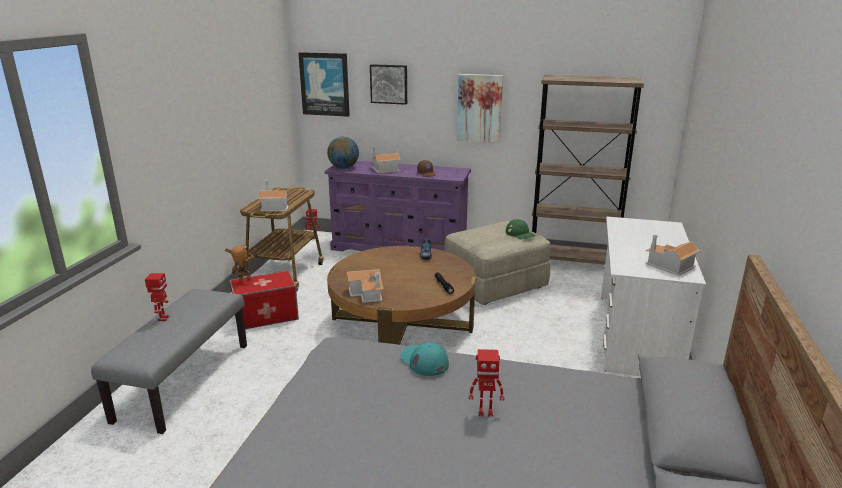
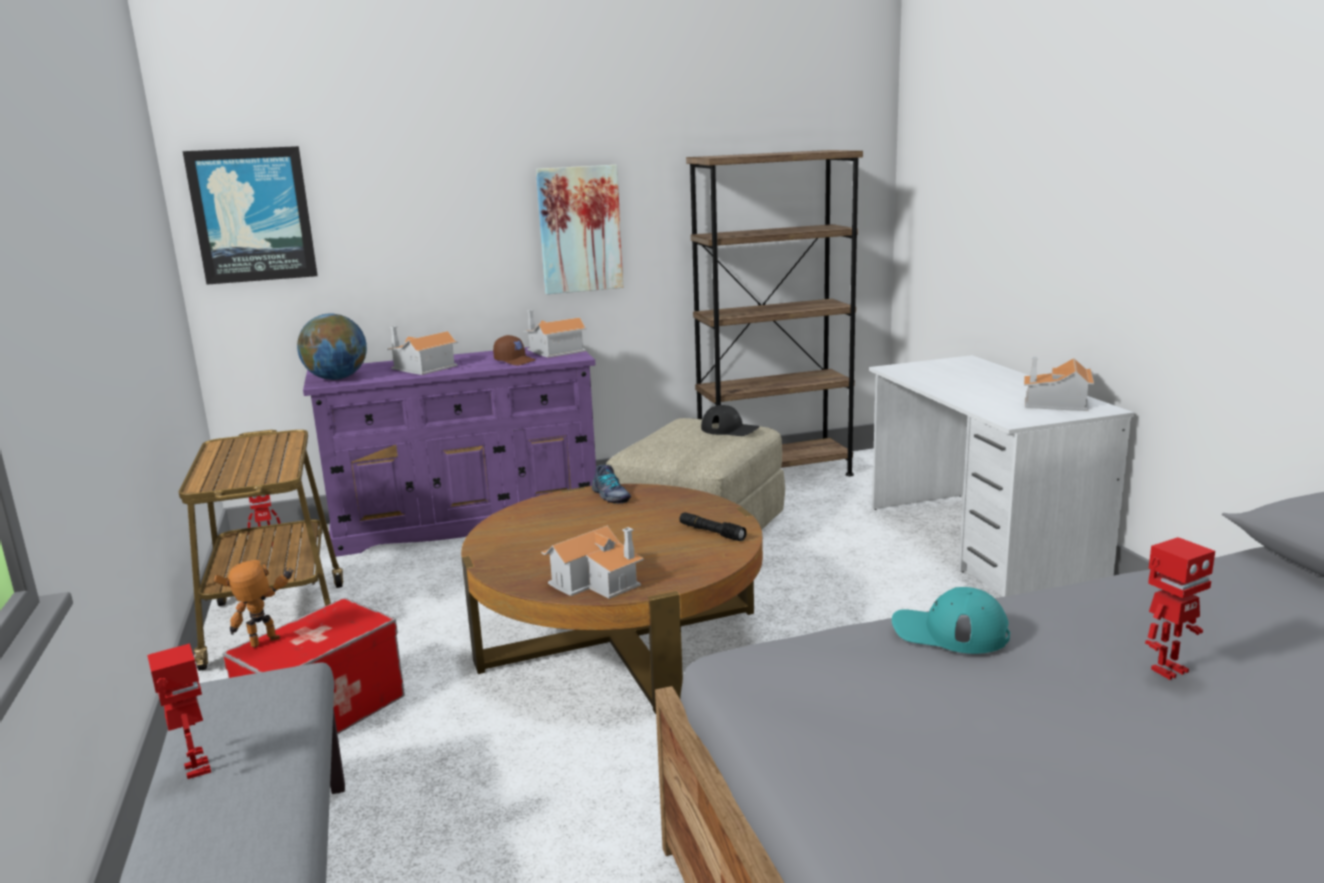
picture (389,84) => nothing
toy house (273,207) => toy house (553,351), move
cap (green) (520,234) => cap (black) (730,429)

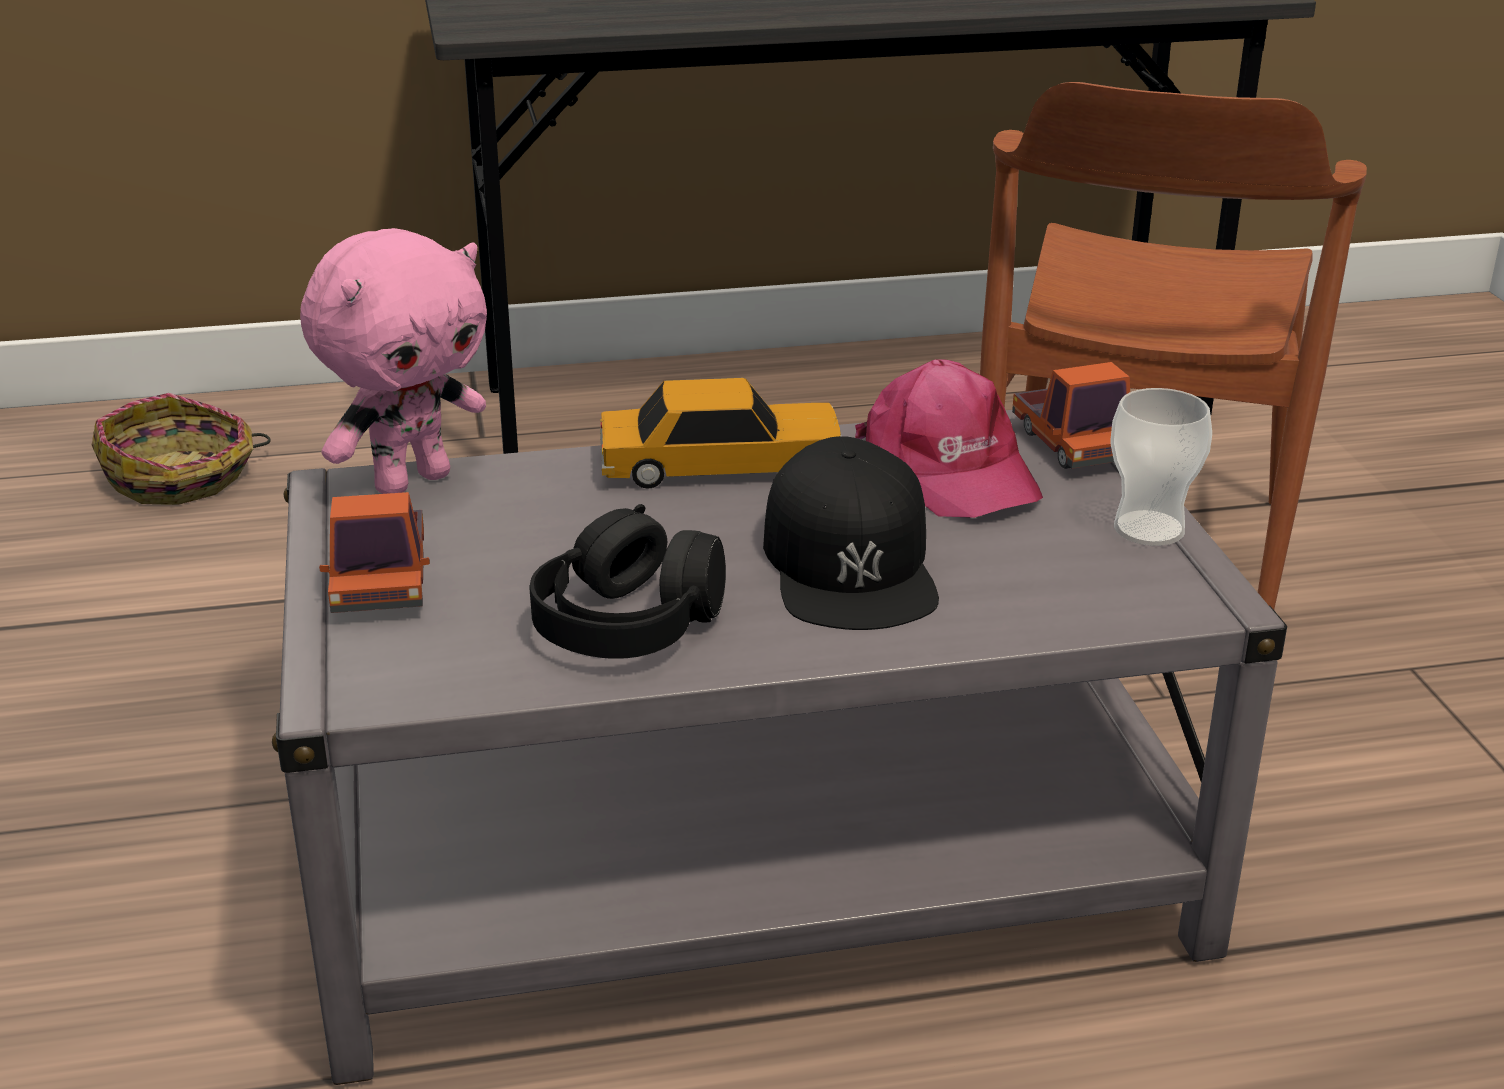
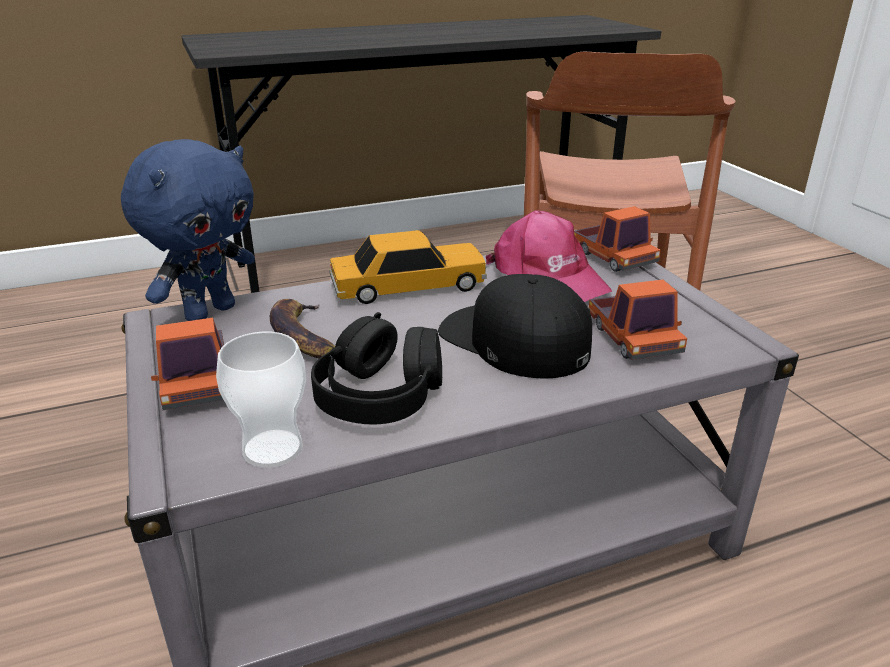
basket (181,477) => nothing
nothing => banana (304,337)
nothing => toy truck (633,338)
cup (1149,529) => cup (272,449), move
plush toy (pink) (411,481) => plush toy (blue) (209,312)
cap (black) (851,563) => cap (black) (513,340), 150 degrees clockwise

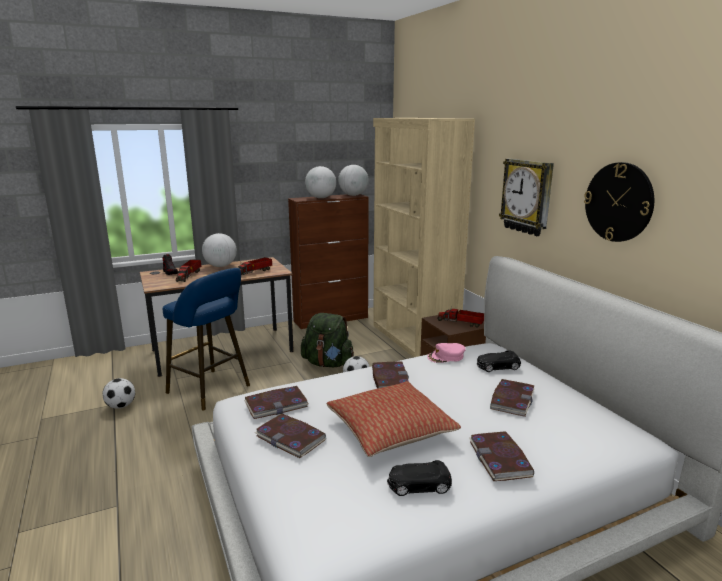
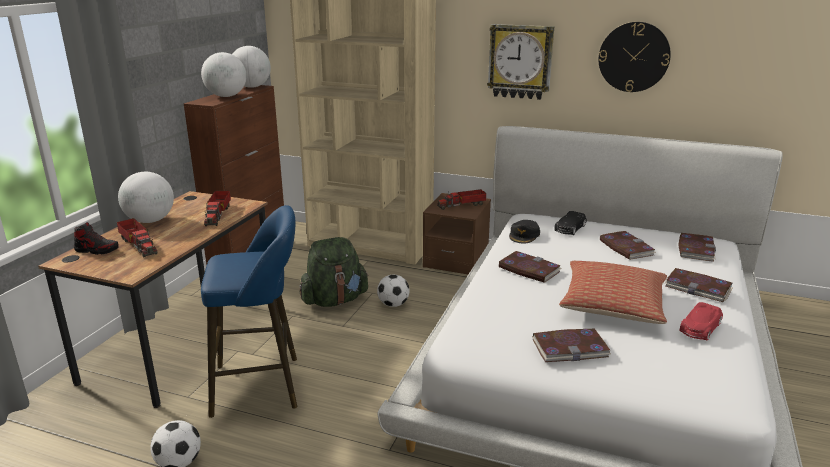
book (276,404) => book (695,249), move
toy car (black) (418,485) => toy car (red) (700,328)
cap (pink) (446,357) => cap (black) (524,235)

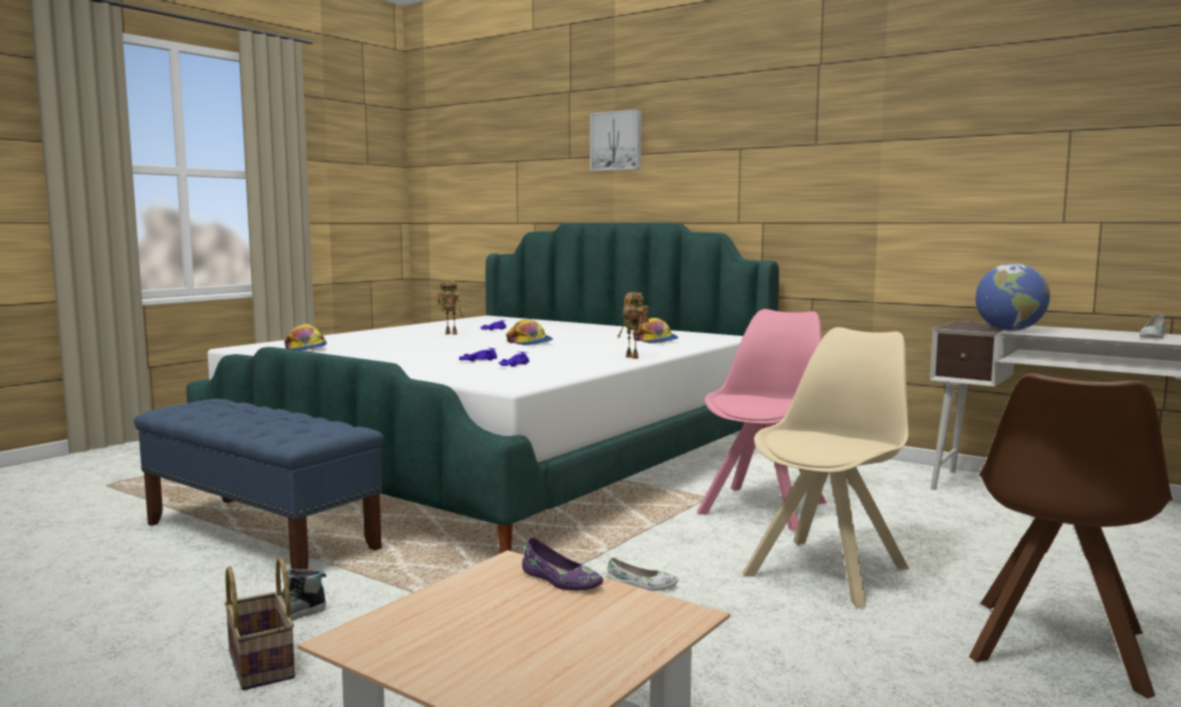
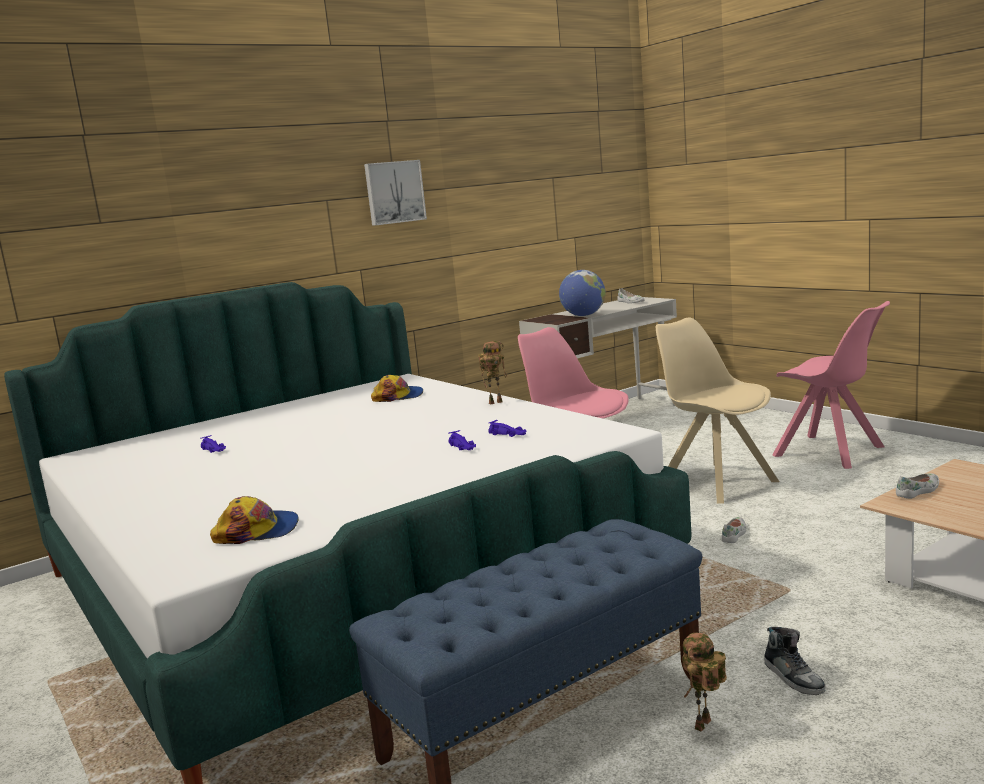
basket (263,665) => nothing
cap (530,342) => nothing
toy robot (449,334) => toy robot (704,726), move
picture (617,141) => picture (394,192), move
shoe (purple) (560,581) => shoe (white) (918,491)
chair (brown) (1057,648) => chair (pink) (831,452)

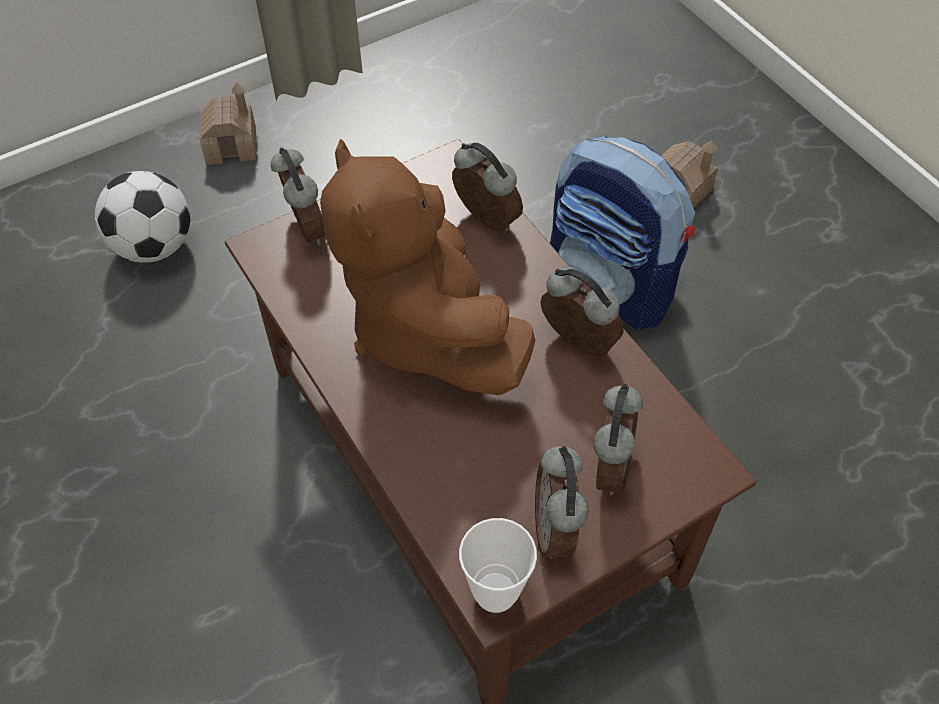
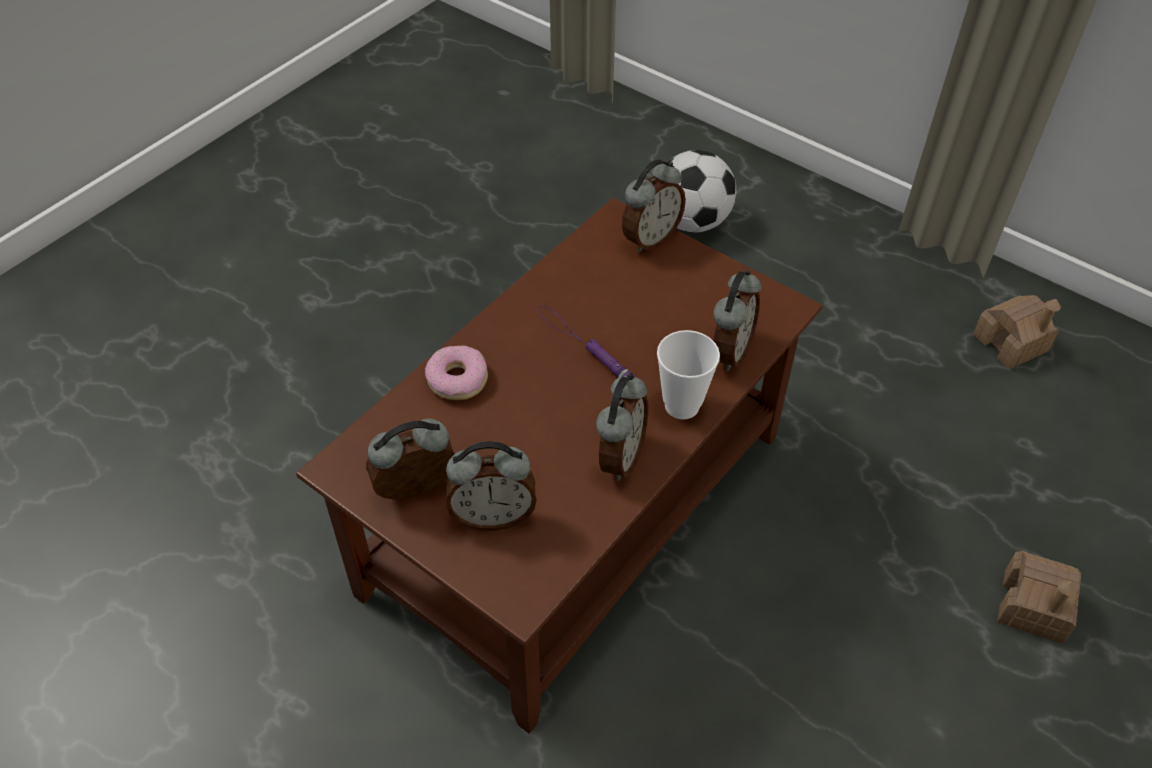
backpack (611,286) => nothing
nothing => donut (458,379)
toy house (231,145) => toy house (1010,343), move
cup (495,592) => cup (682,405), move
plush toy (brown) (426,328) => flashlight (purple) (585,347)

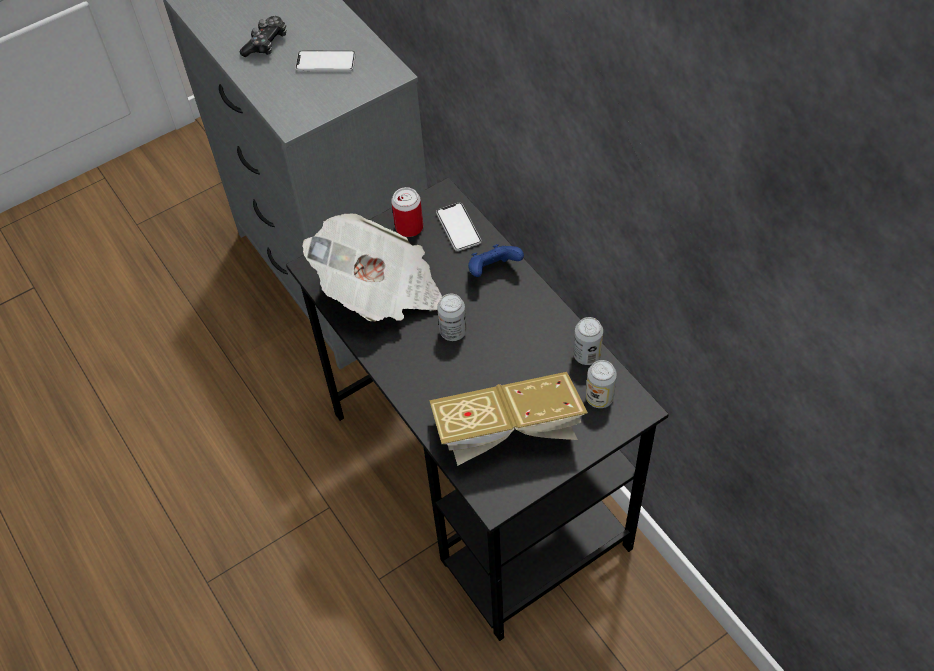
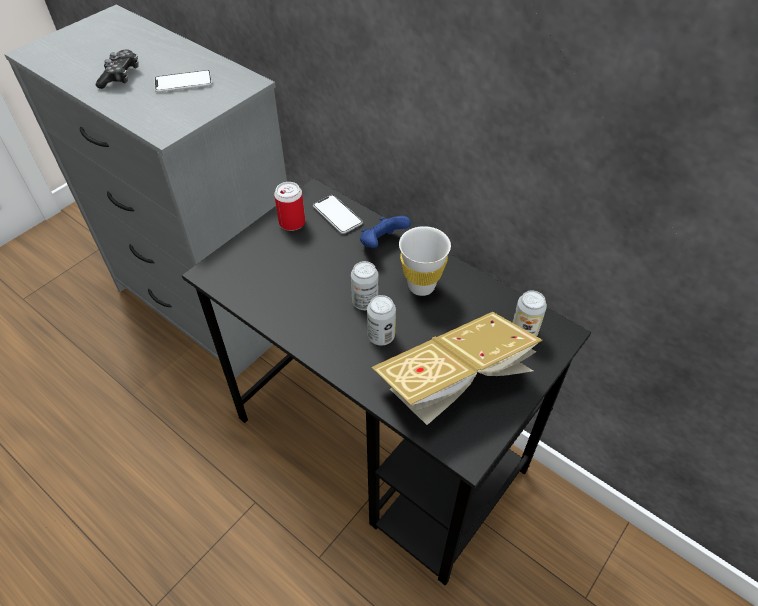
newspaper (380,291) => nothing
nothing => cup (white) (421,286)
can (587,355) => can (381,336), move

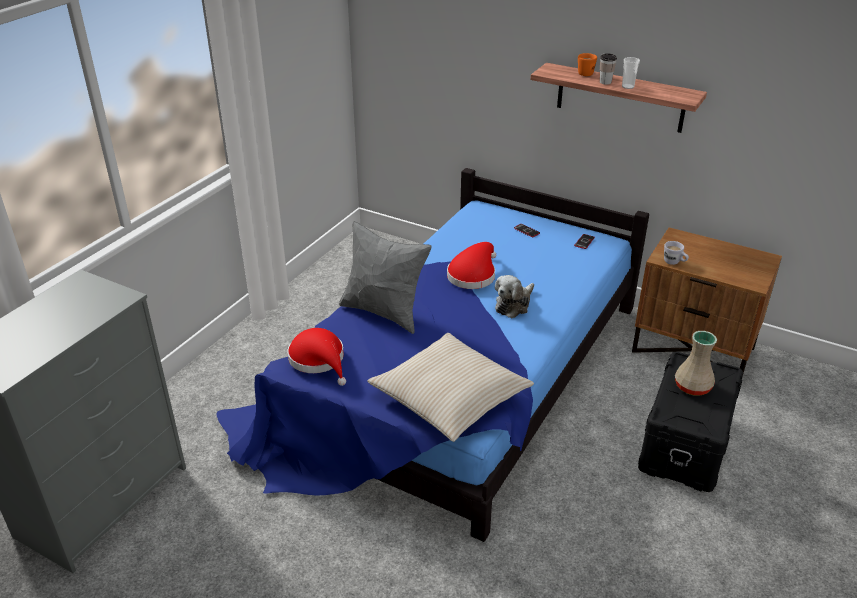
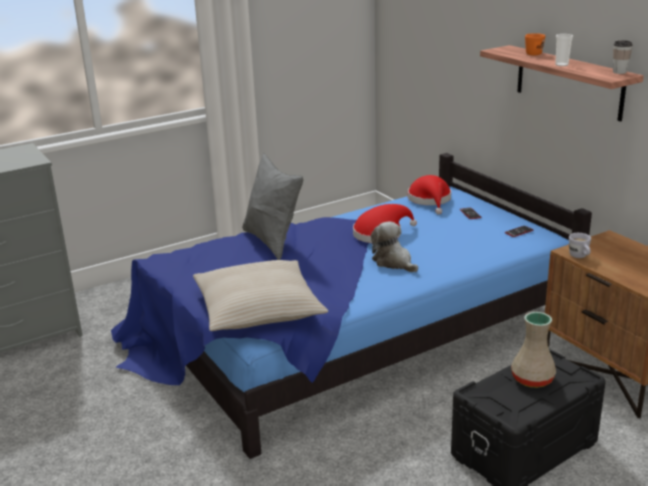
hat (red) (319,360) => hat (red) (430,200), move
cup (605,82) => cup (619,72), move
plush toy (514,305) => plush toy (394,262), 75 degrees clockwise

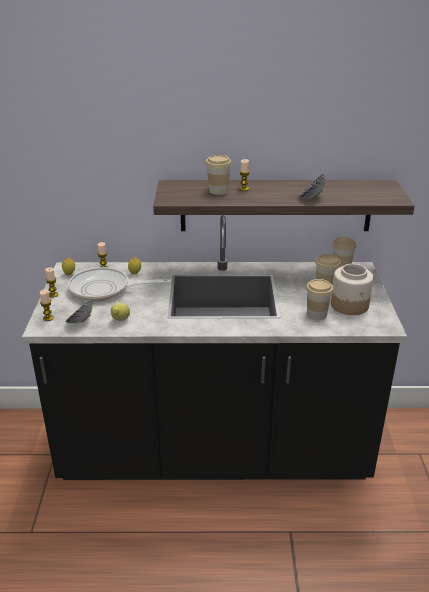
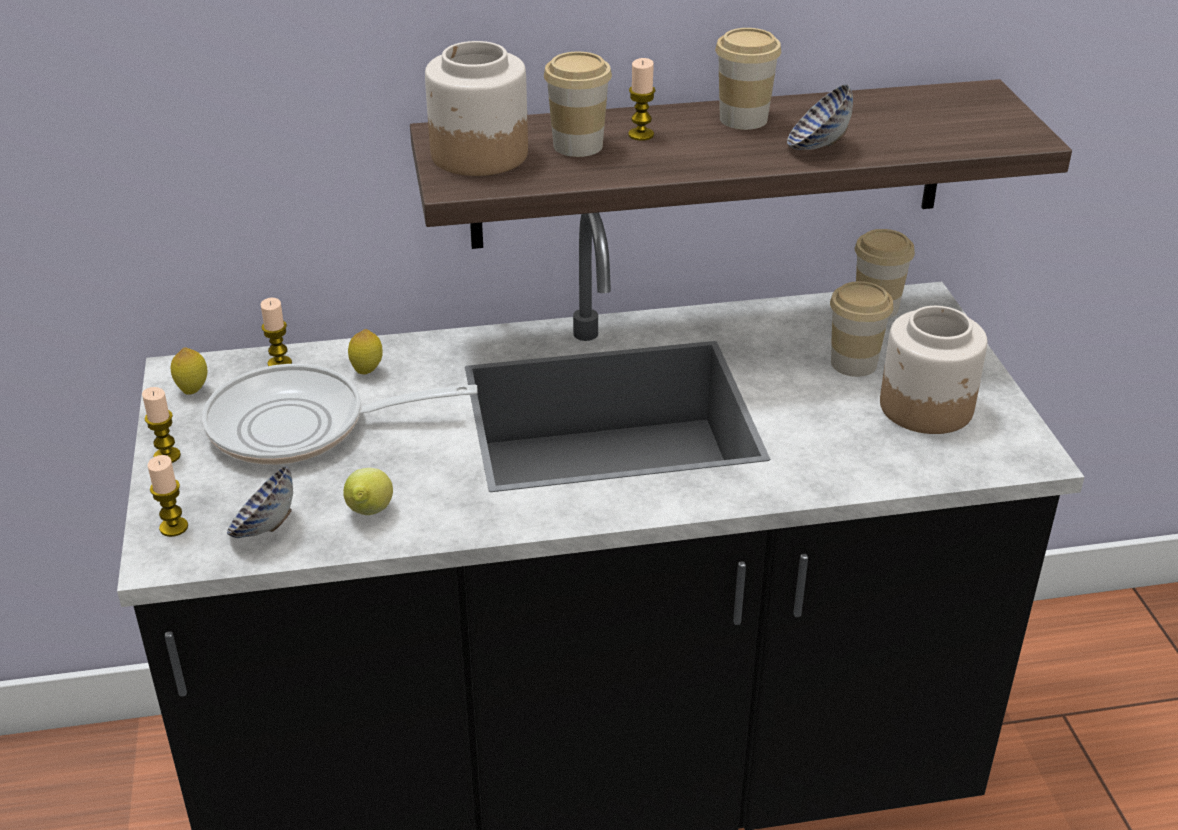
nothing => jar (478,154)
cup (316,314) => cup (743,119), move

